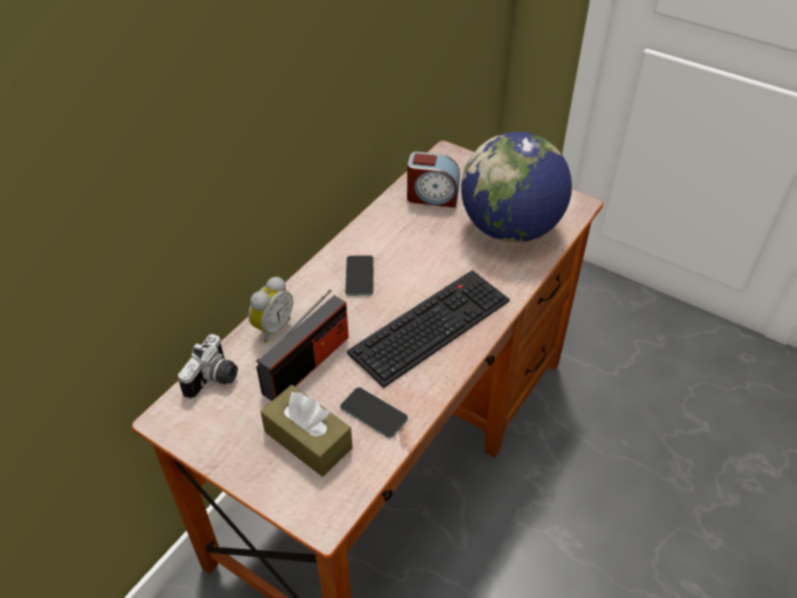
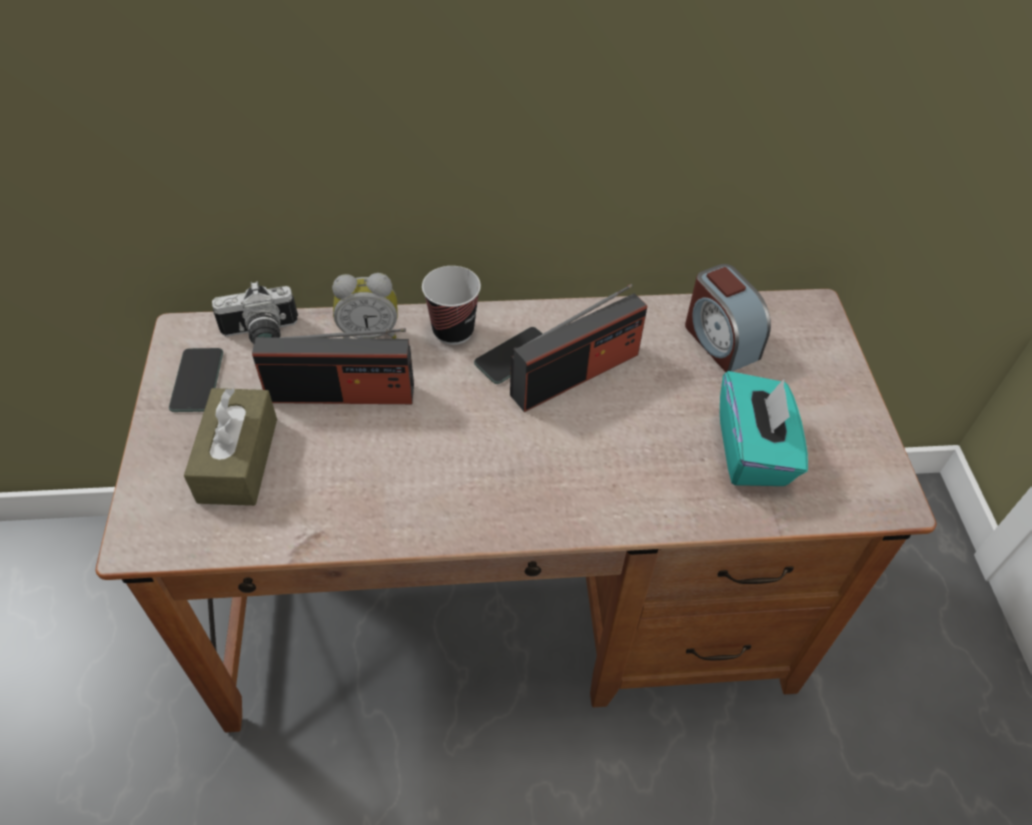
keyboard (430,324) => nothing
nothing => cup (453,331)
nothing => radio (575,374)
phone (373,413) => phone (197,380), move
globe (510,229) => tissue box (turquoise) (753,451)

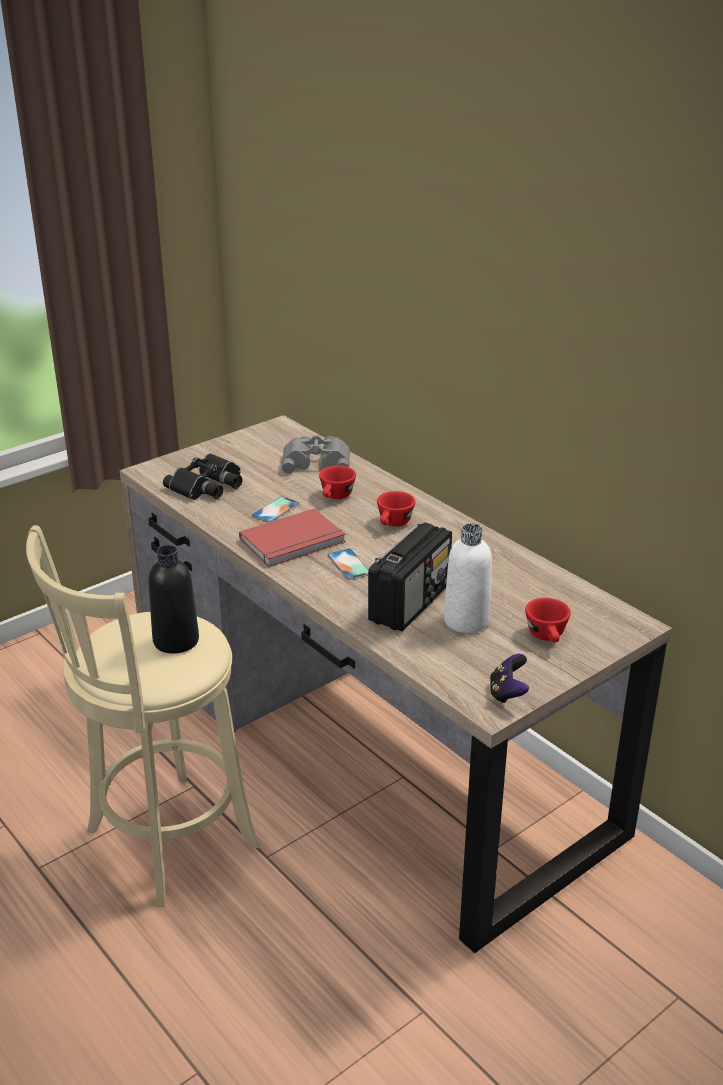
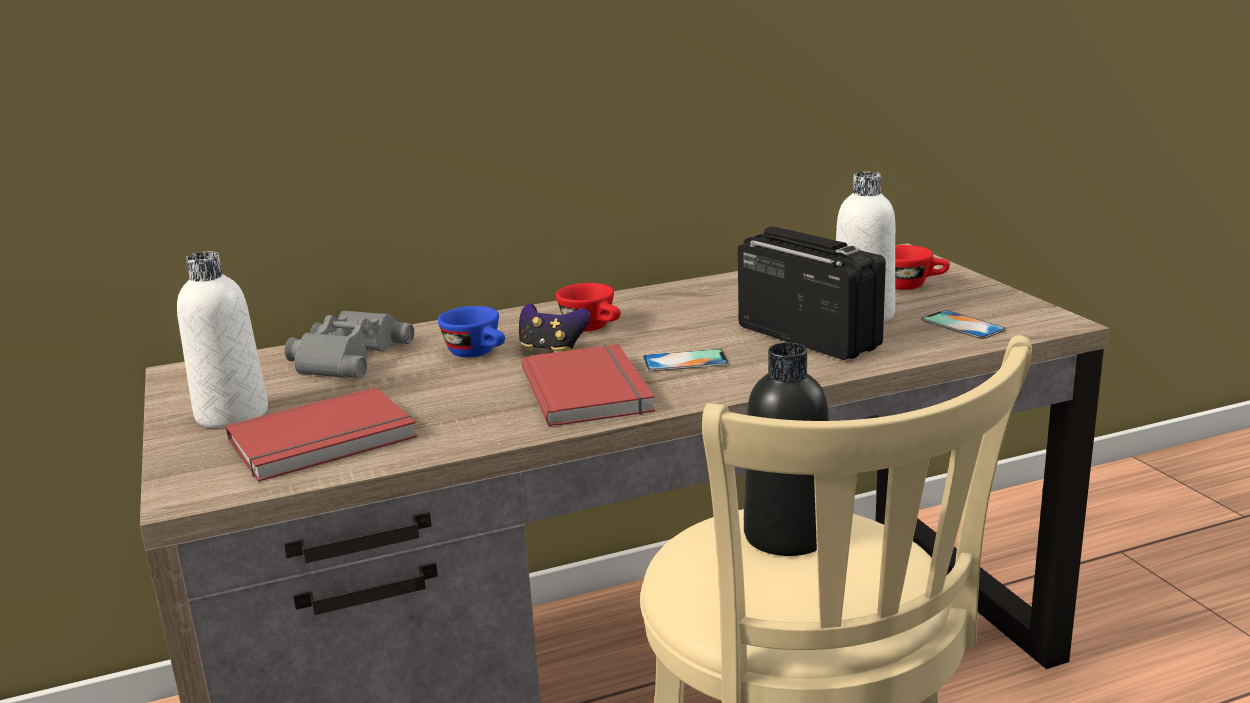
nothing => bottle (white) (232,414)
phone (275,510) => phone (962,325), move
game controller (507,694) => game controller (552,349), move
binoculars (black) (208,485) => book (red) (325,441)
cup (red) (336,497) => cup (blue) (478,353)

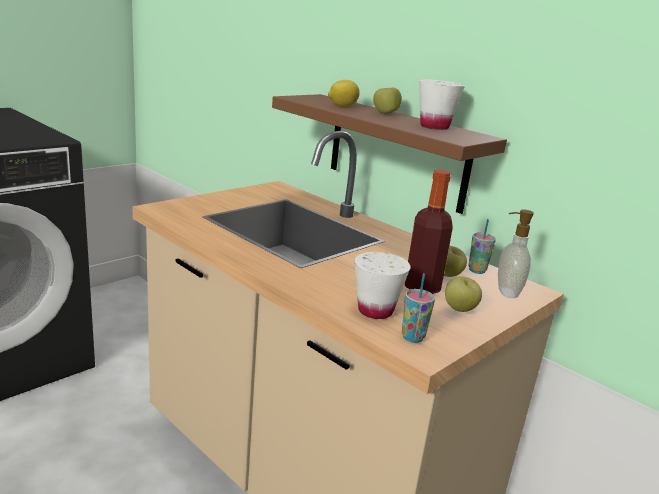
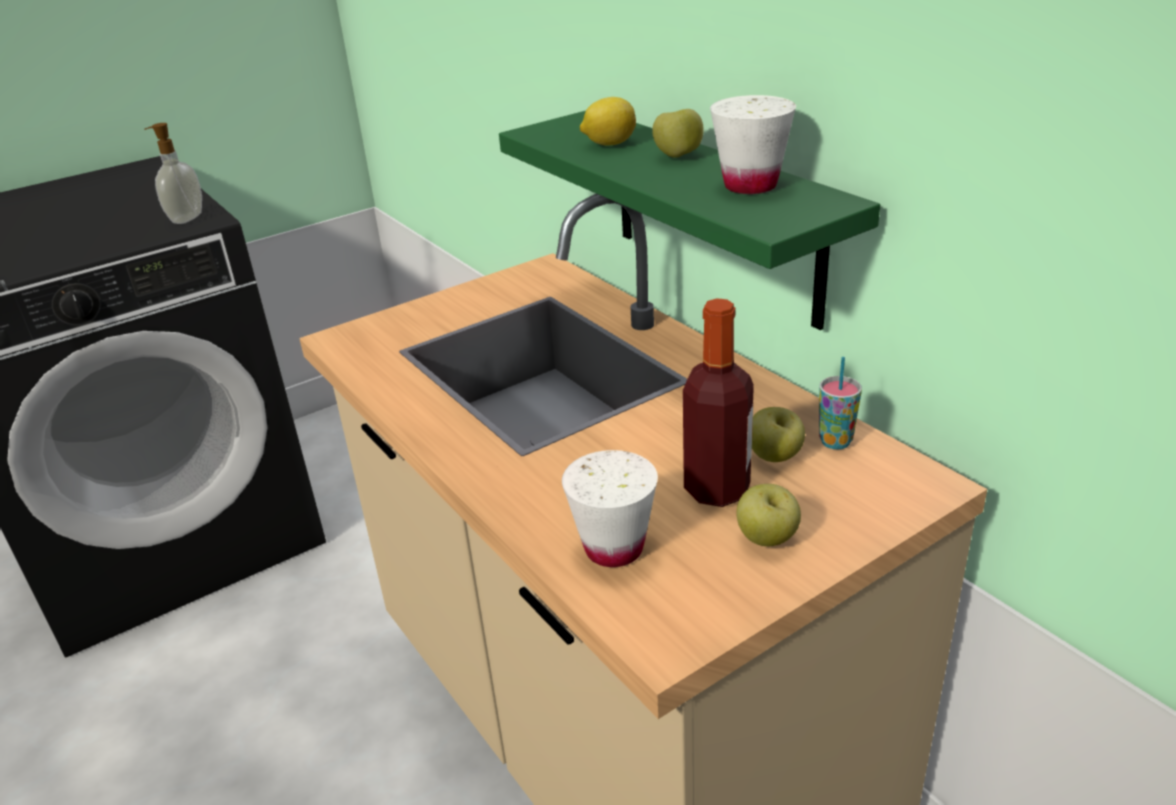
cup (412,337) => nothing
soap dispenser (506,292) => soap dispenser (186,218), move
shelf (brown) (397,152) => shelf (green) (714,215)

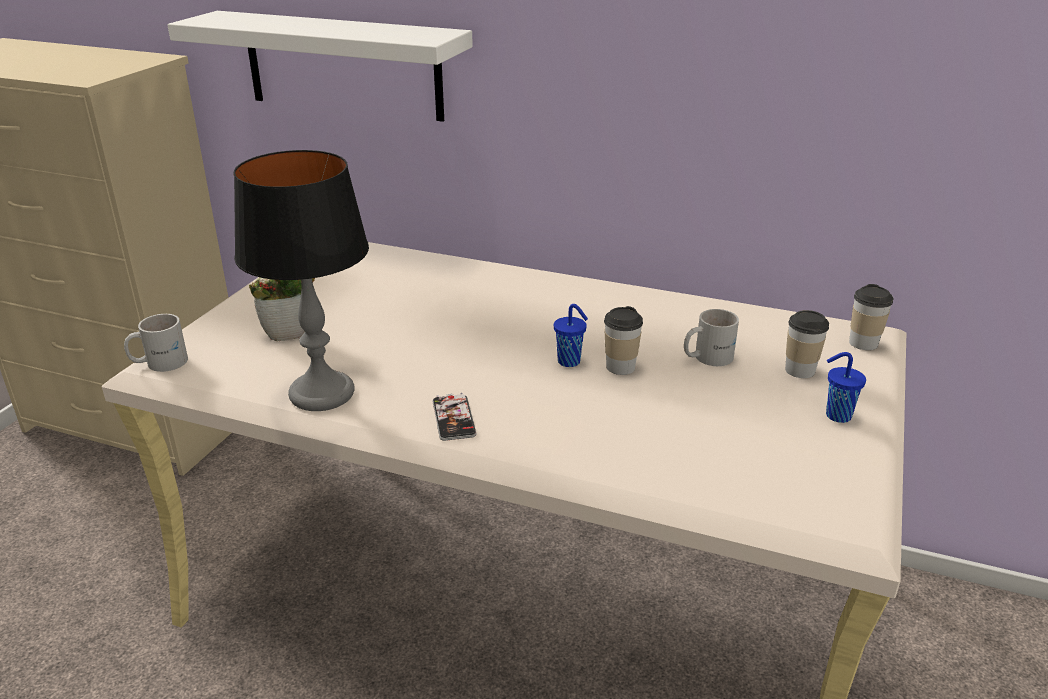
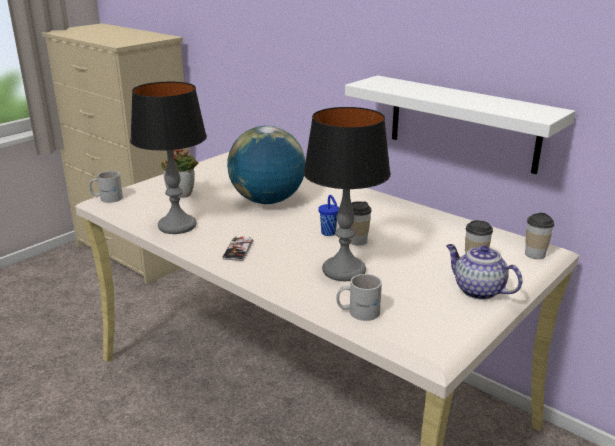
nothing => globe (267,201)
nothing => table lamp (343,270)
shelf (white) (343,65) => shelf (white) (463,123), move
mug (white) (706,357) => mug (white) (358,311), move
cup (blue) (836,415) => teapot (477,290)

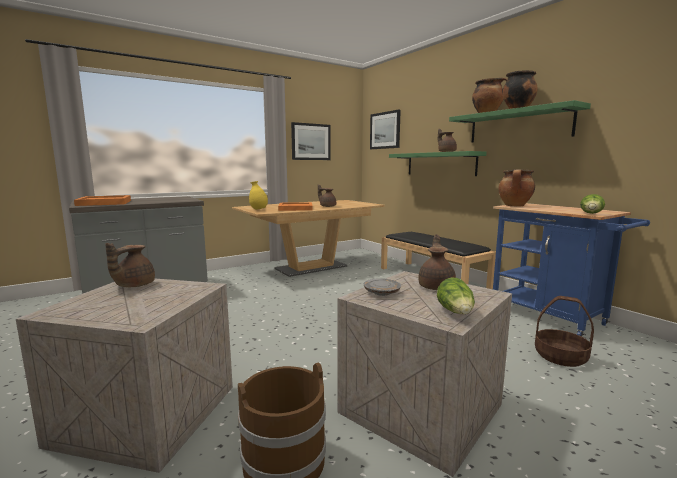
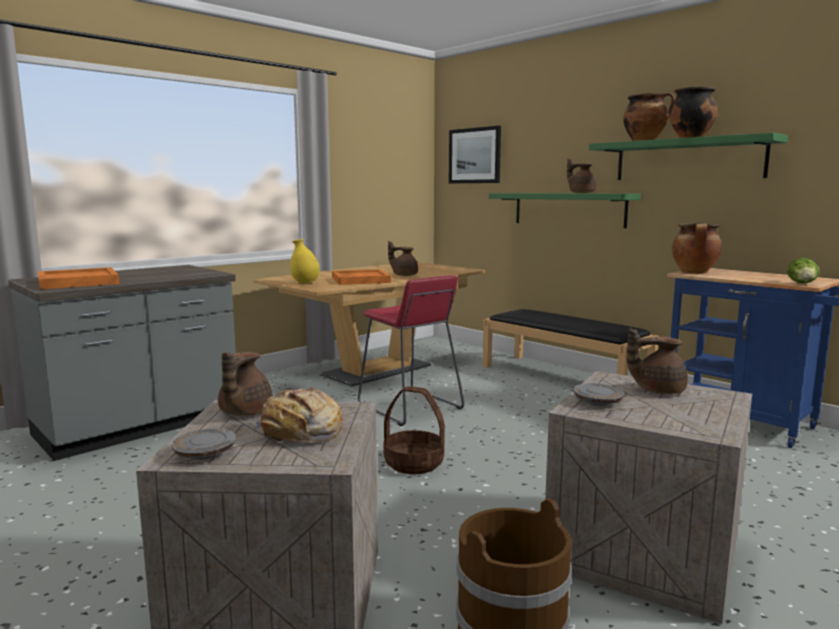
picture (311,142) => nothing
lettuce (456,313) => nothing
nothing => plate (grey) (205,454)
nothing => bread (301,433)
nothing => stool (red) (409,407)
basket (561,356) => basket (414,463), move
teapot (brown) (436,286) => teapot (brown) (657,390), 90 degrees counterclockwise

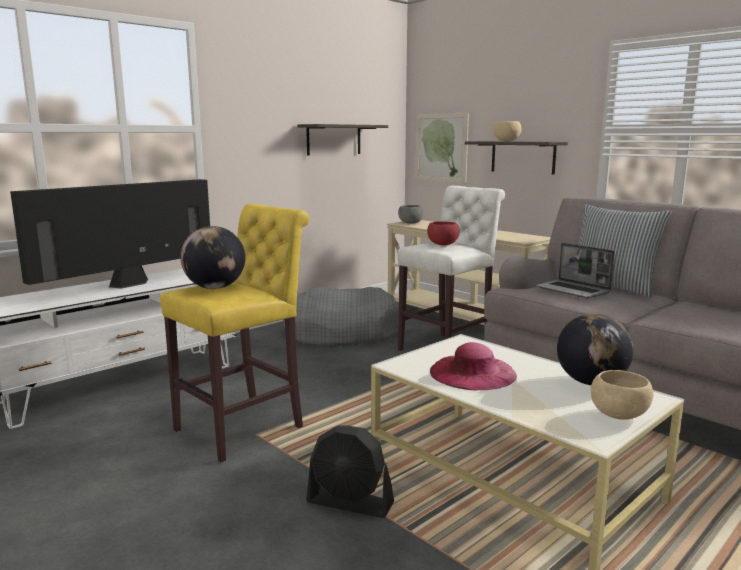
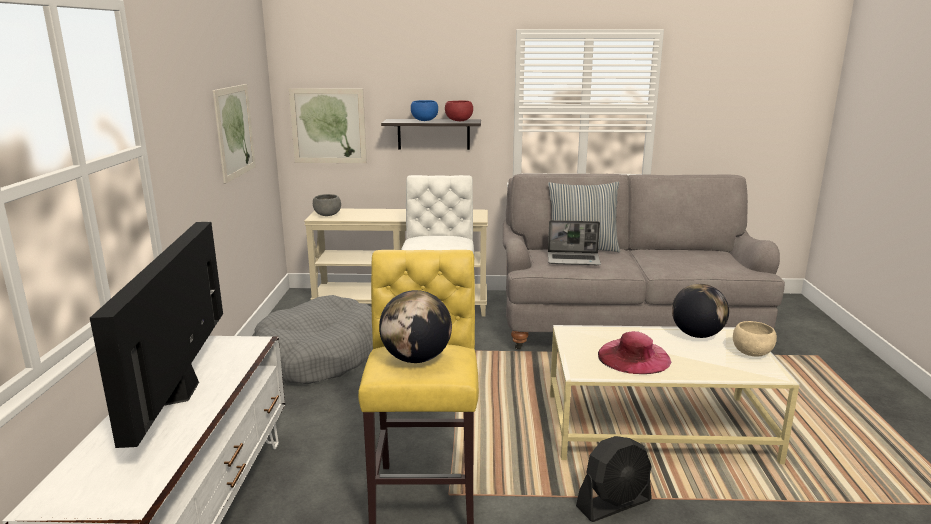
bowl (red) (443,244) => bowl (red) (459,121), move
shelf (334,139) => picture (234,131)
bowl (beige) (506,141) => bowl (blue) (424,121)

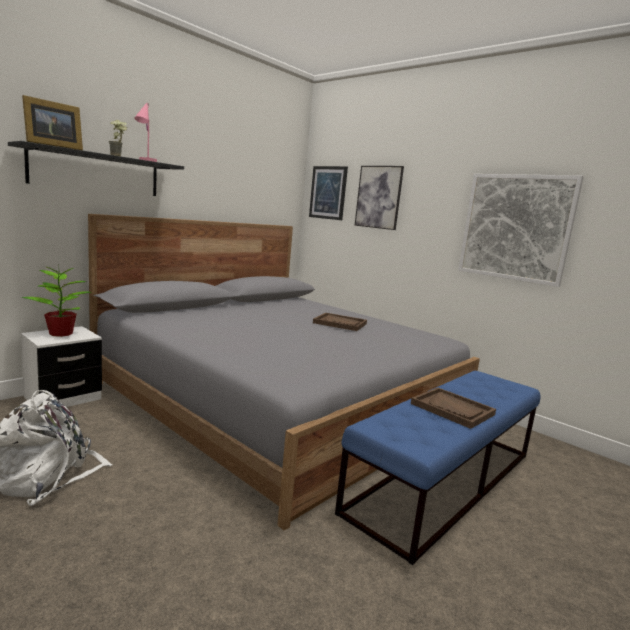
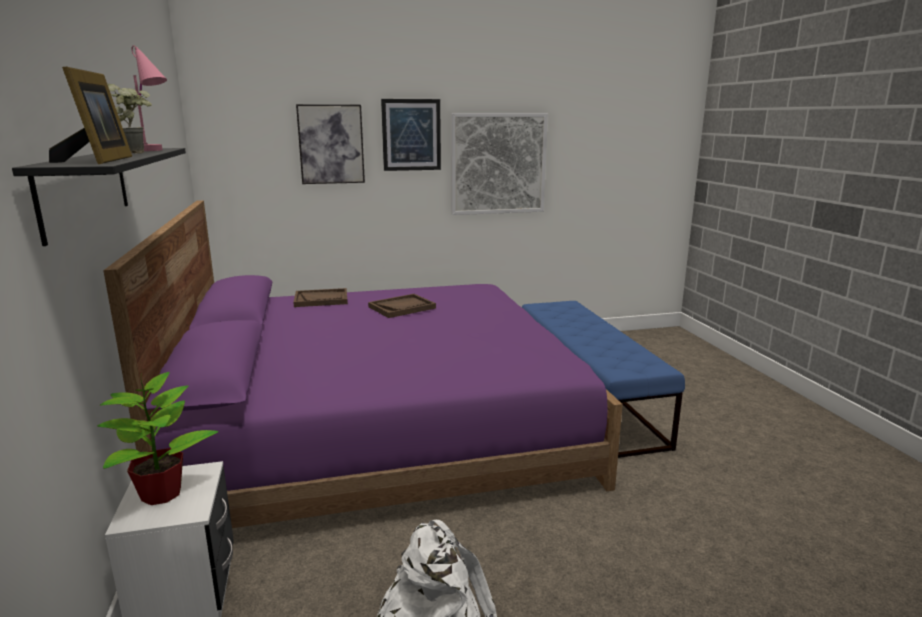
picture (328,192) => picture (411,135), move
tray (brown) (452,409) => tray (brown) (321,299), move
bed (grey) (280,400) => bed (purple) (380,422)

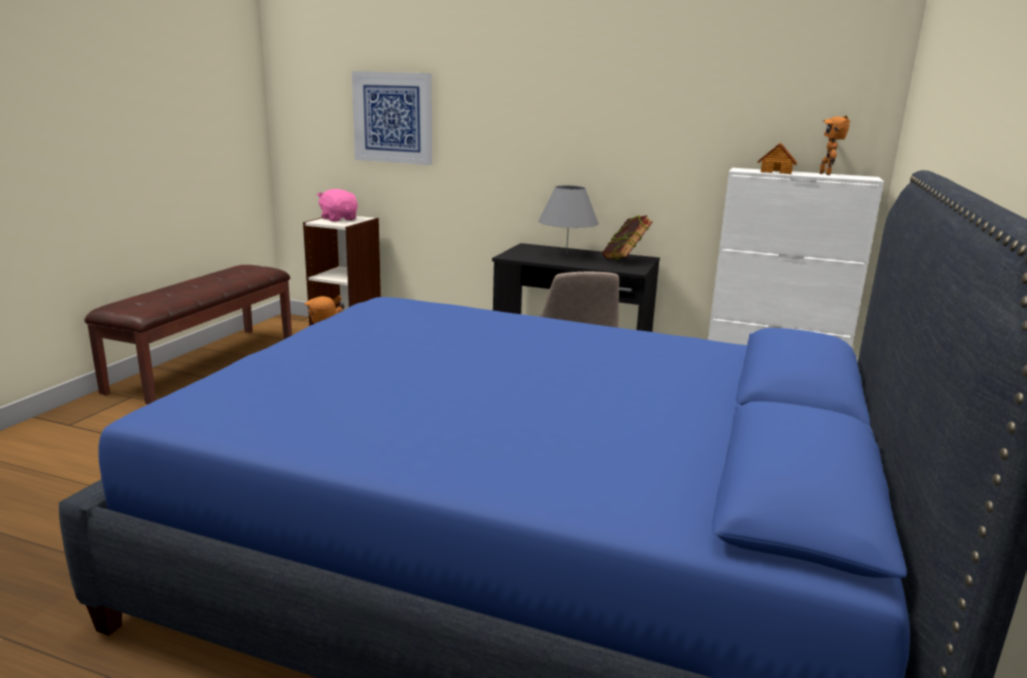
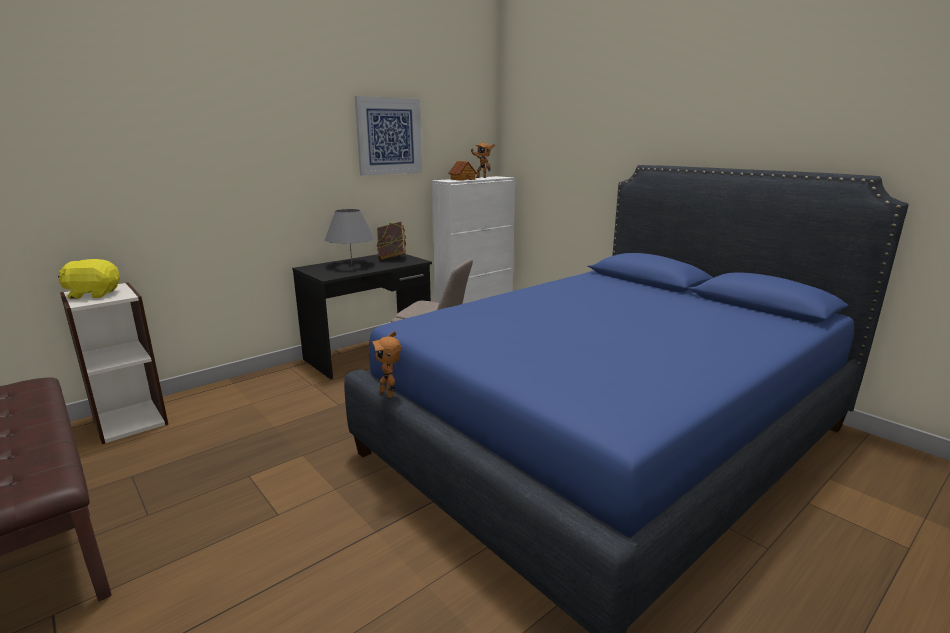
picture (393,118) => picture (389,136), move
plush toy (pink) (339,219) => plush toy (yellow) (93,294)

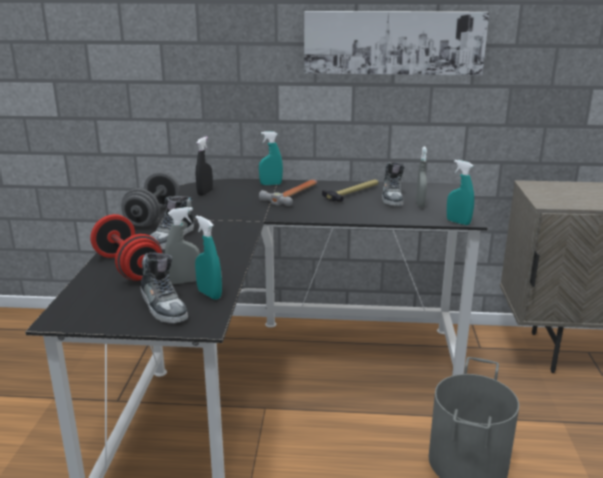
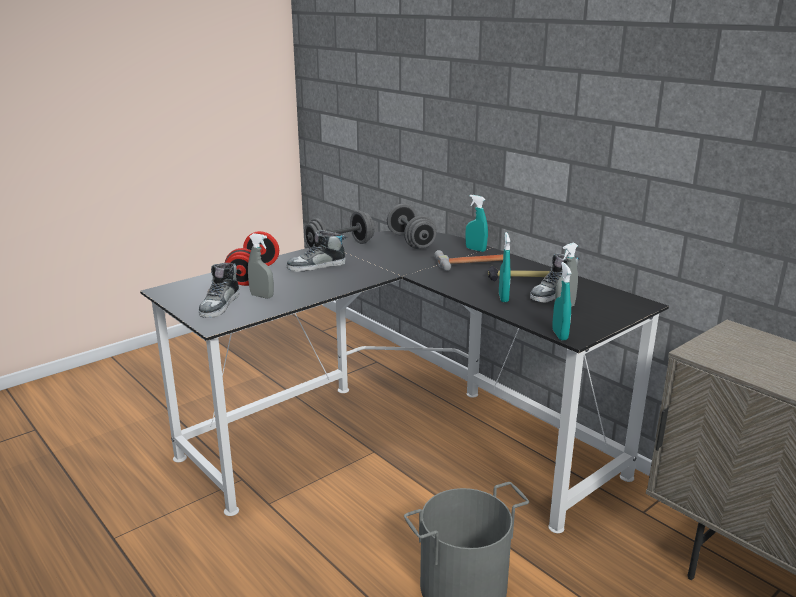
picture (393,42) => nothing
spray bottle (turquoise) (209,294) => spray bottle (turquoise) (503,298), move
spray bottle (black) (205,193) => dumbbell (grey) (410,241)

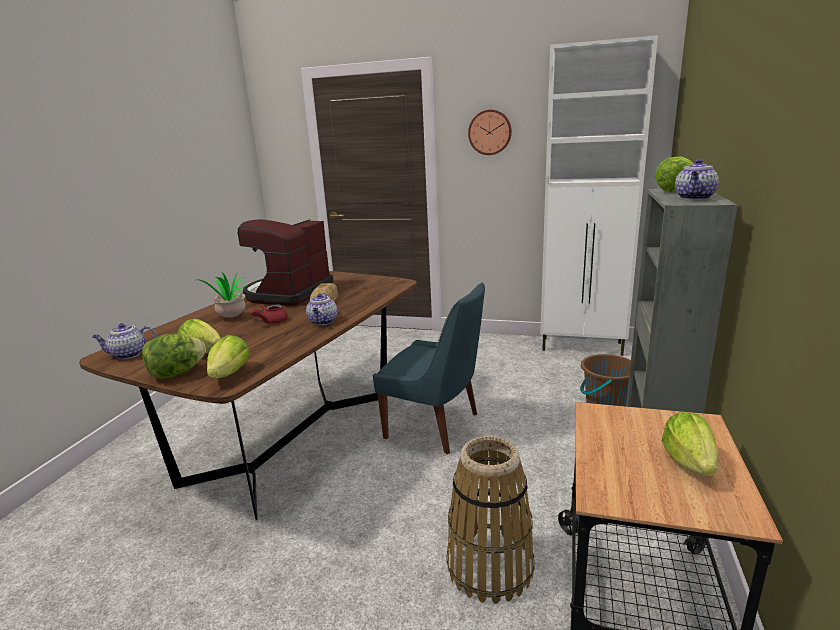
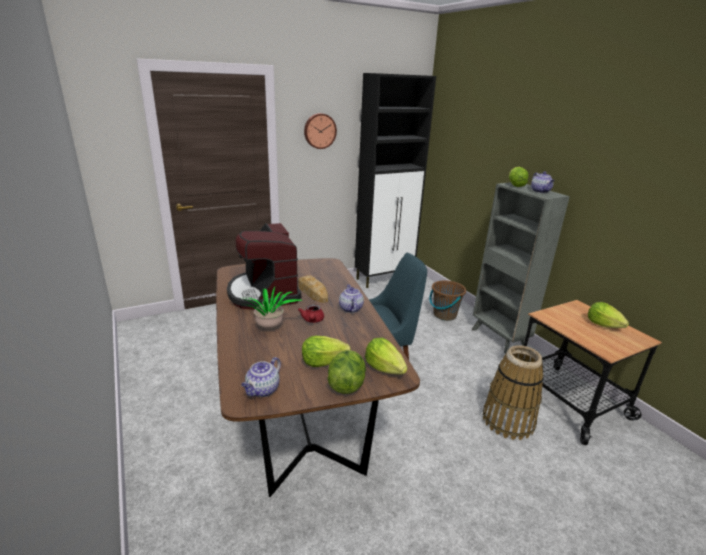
cabinet (white) (583,346) => cabinet (black) (384,279)
teapot (323,322) => teapot (350,308), 150 degrees counterclockwise

